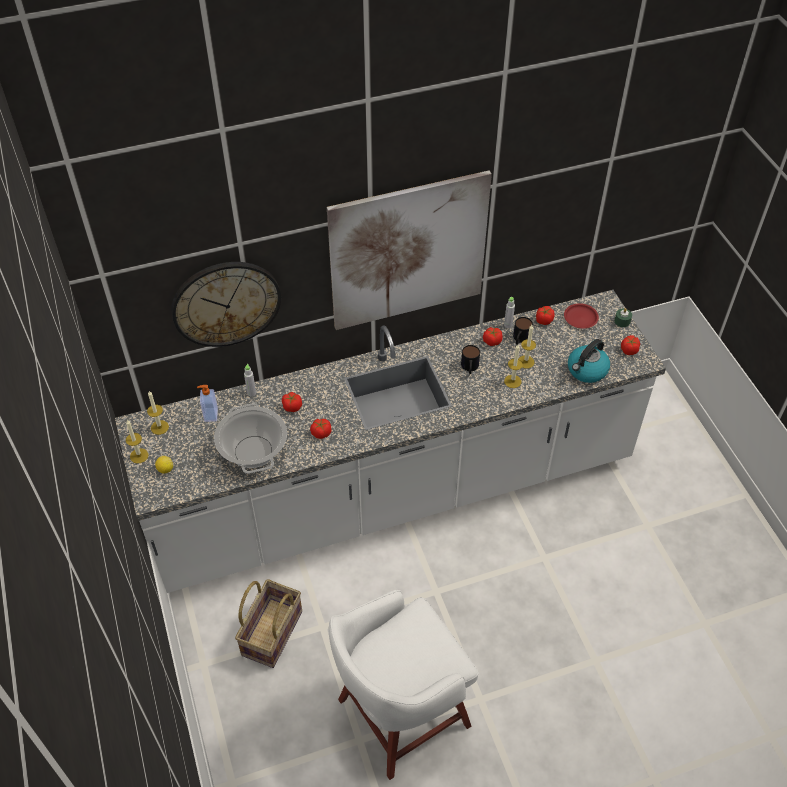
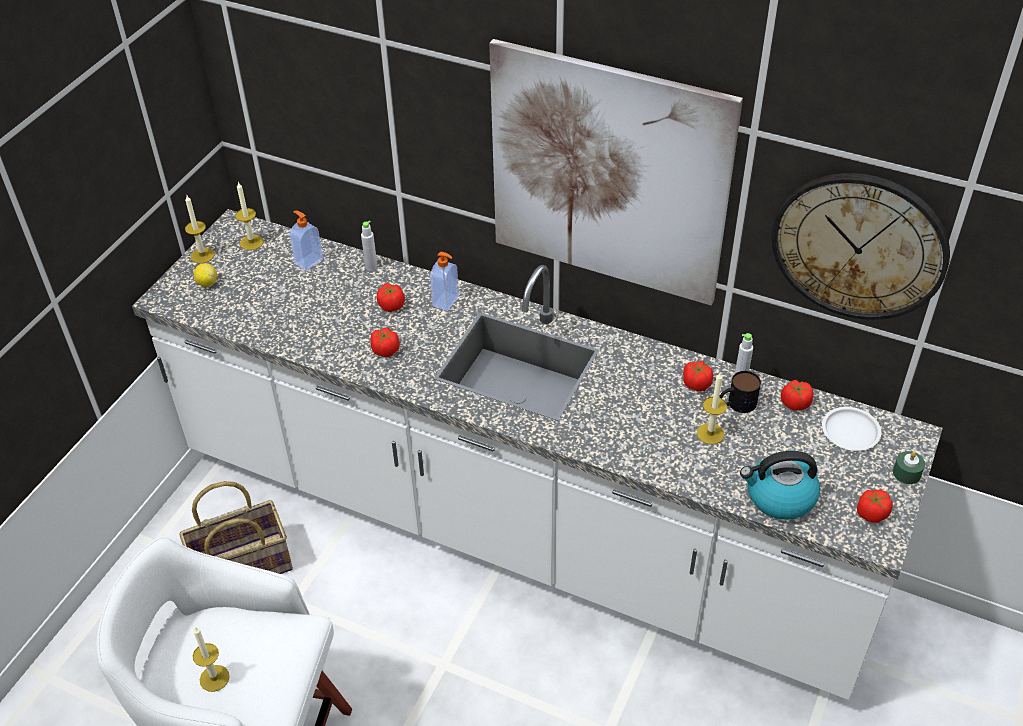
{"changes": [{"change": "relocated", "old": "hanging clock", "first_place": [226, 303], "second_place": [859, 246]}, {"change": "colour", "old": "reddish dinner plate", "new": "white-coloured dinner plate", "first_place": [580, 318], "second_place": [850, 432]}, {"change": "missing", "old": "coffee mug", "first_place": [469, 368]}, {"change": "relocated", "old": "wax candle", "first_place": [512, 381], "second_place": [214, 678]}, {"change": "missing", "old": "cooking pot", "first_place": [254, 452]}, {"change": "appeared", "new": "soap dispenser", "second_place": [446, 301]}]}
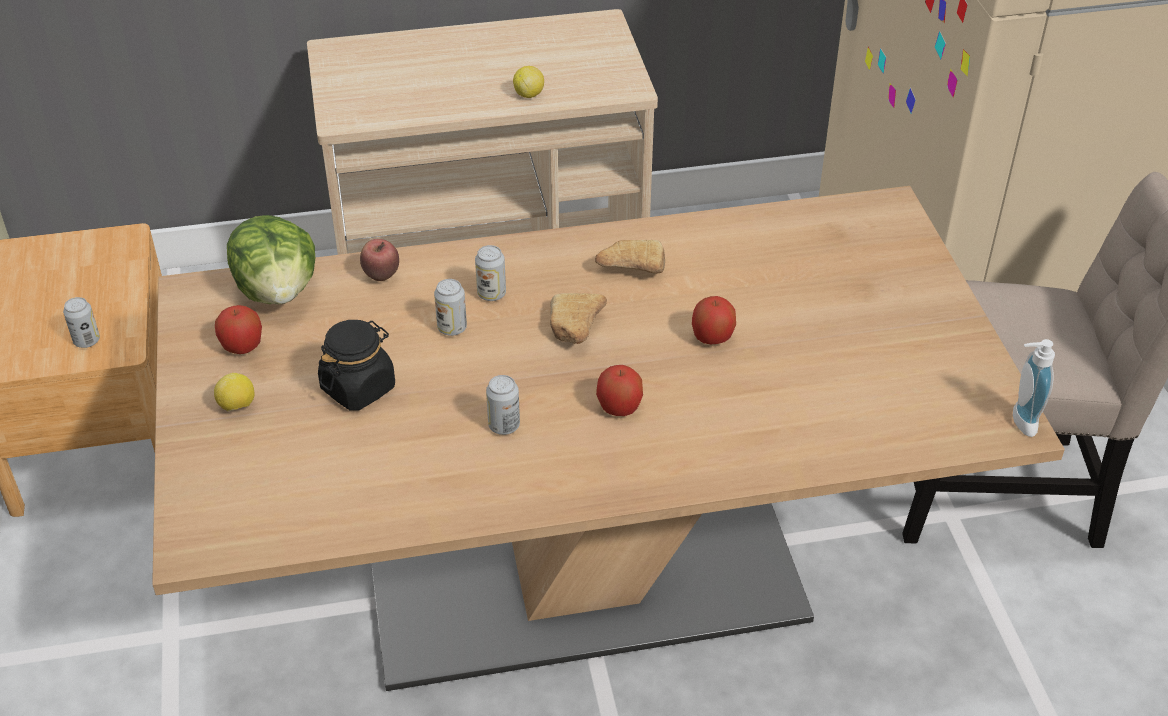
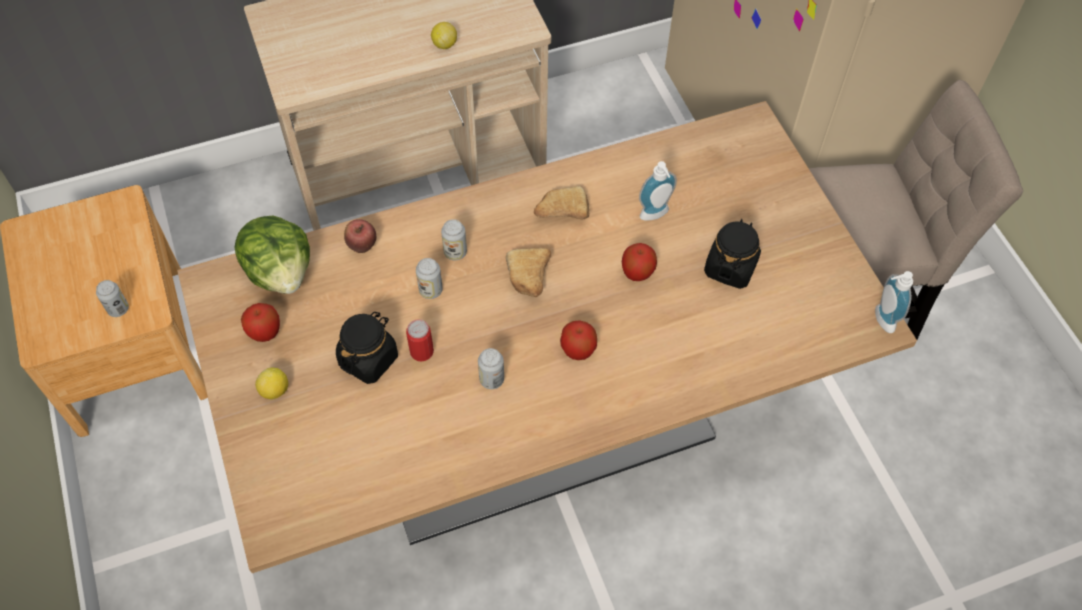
{"changes": [{"change": "appeared", "new": "soap dispenser", "second_place": [655, 216]}, {"change": "appeared", "new": "black-coloured storage jar", "second_place": [730, 267]}, {"change": "appeared", "new": "metal can", "second_place": [421, 351]}]}
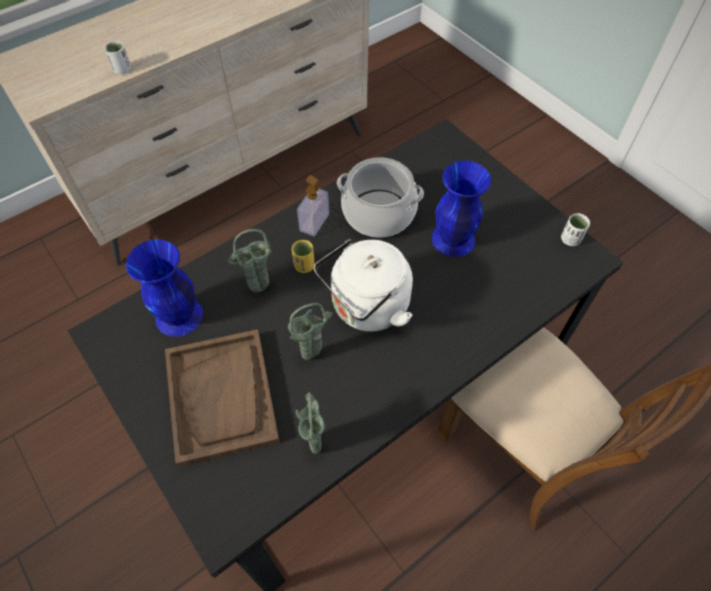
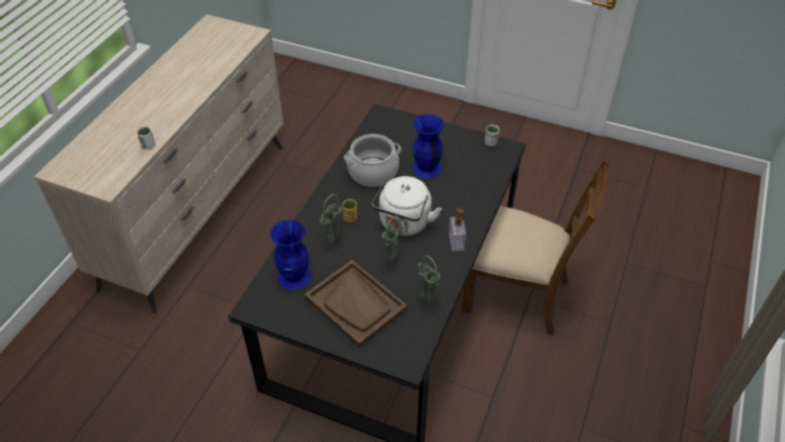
{"changes": [{"change": "relocated", "old": "soap dispenser", "first_place": [314, 223], "second_place": [456, 242]}]}
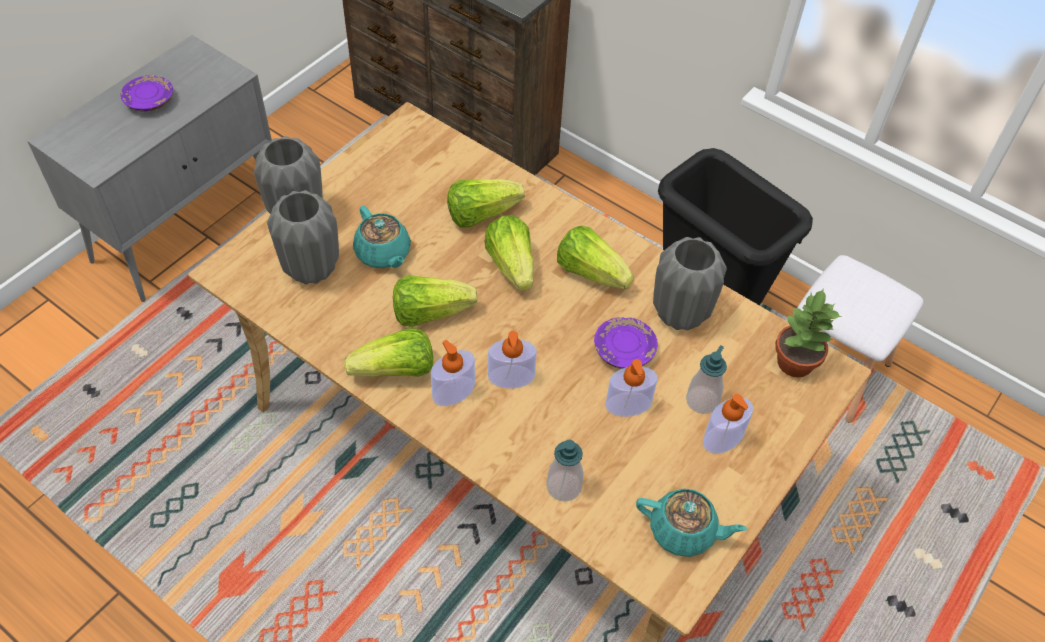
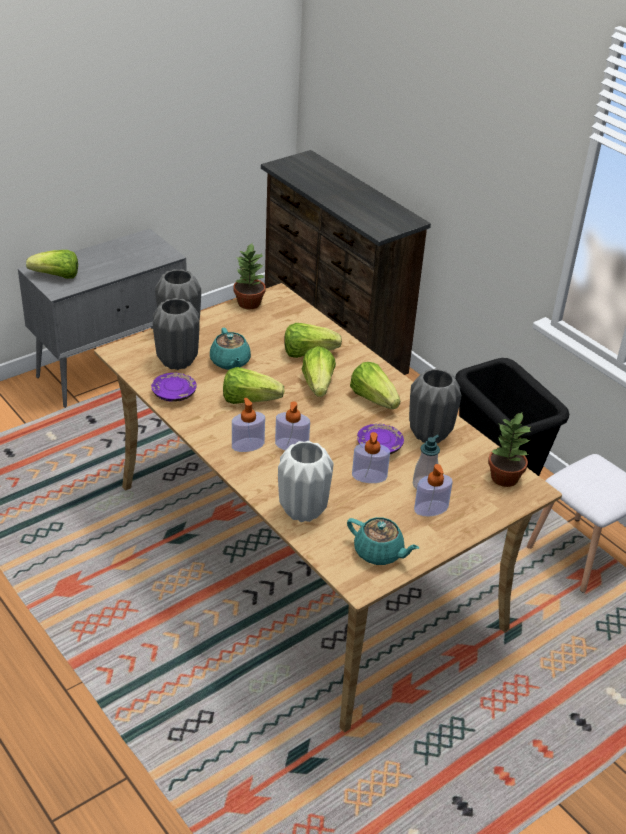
{"changes": [{"change": "relocated", "old": "purplish dinner plate", "first_place": [149, 101], "second_place": [174, 393]}, {"change": "relocated", "old": "lettuce head", "first_place": [396, 371], "second_place": [56, 276]}, {"change": "exchanged", "old": "soap dispenser", "new": "white-coloured flower vase", "first_place": [564, 486], "second_place": [303, 511]}, {"change": "appeared", "new": "potted plant", "second_place": [248, 303]}]}
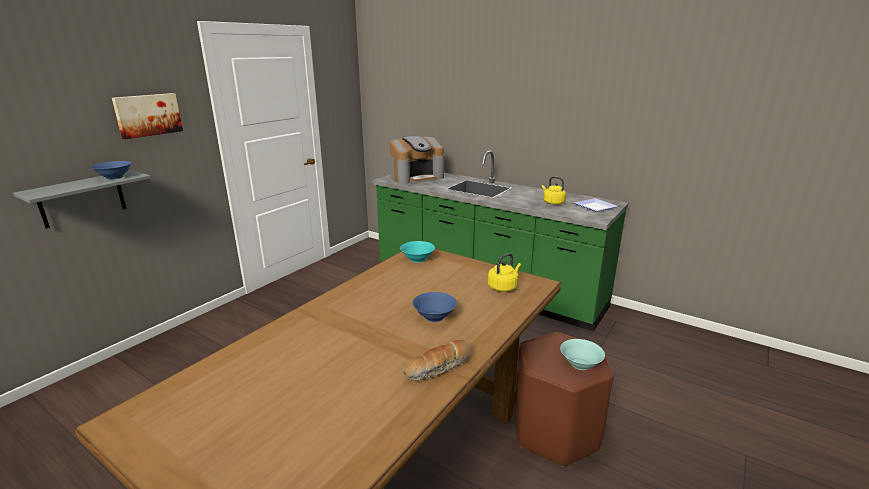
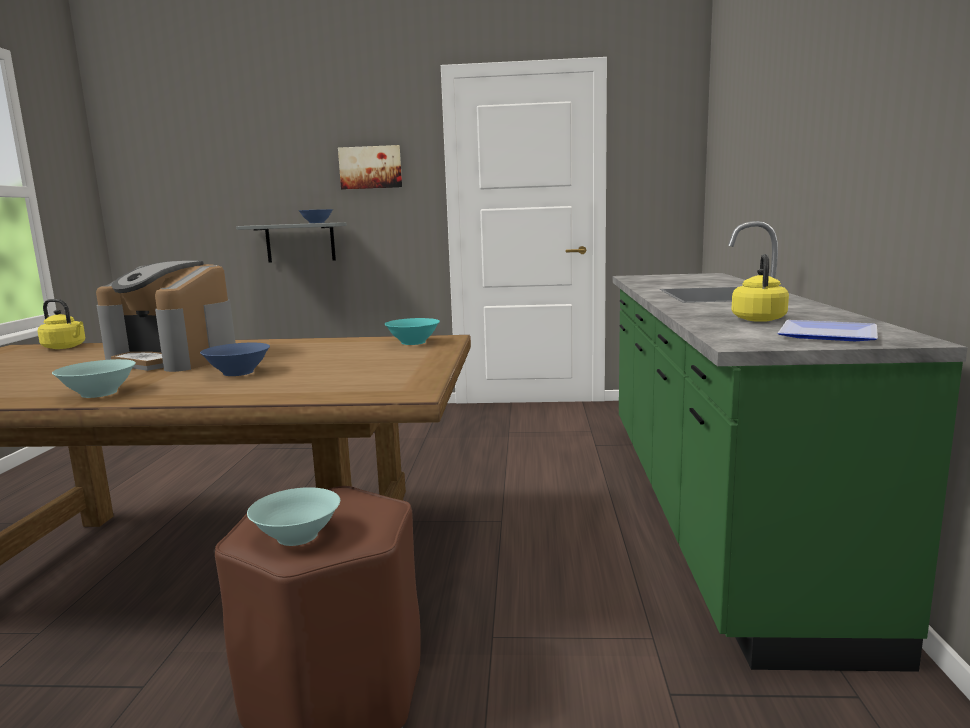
{"changes": [{"change": "relocated", "old": "coffee brewer", "first_place": [416, 177], "second_place": [175, 358]}, {"change": "relocated", "old": "yellowish kettle", "first_place": [503, 287], "second_place": [66, 347]}, {"change": "exchanged", "old": "bakery bread", "new": "blue-green bowl", "first_place": [438, 368], "second_place": [98, 393]}]}
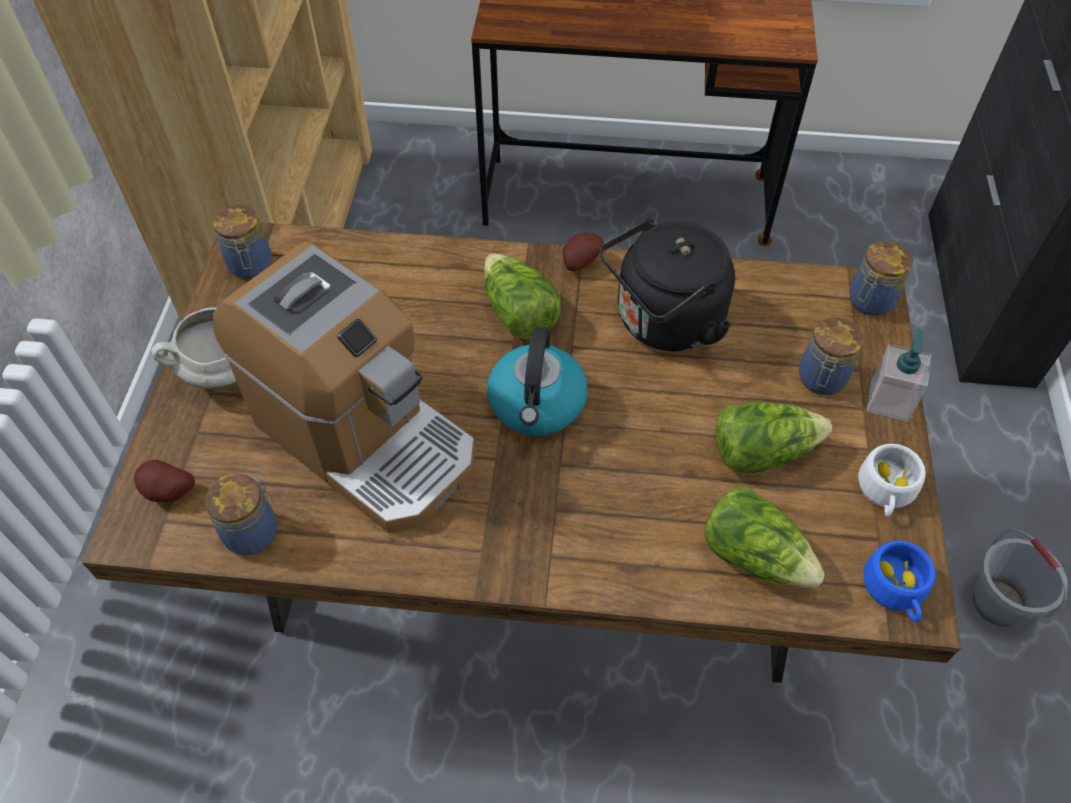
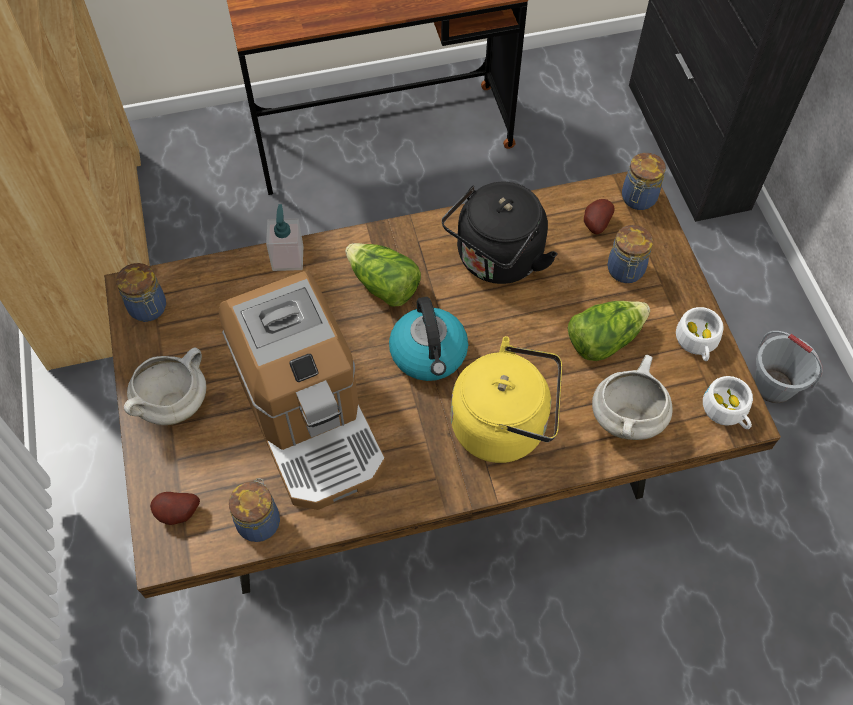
{"changes": [{"change": "relocated", "old": "spud", "first_place": [579, 262], "second_place": [595, 224]}, {"change": "spun", "old": "coffee brewer", "first_place": [366, 438], "second_place": [311, 422], "degrees": 45}, {"change": "relocated", "old": "soap dispenser", "first_place": [889, 401], "second_place": [288, 258]}, {"change": "exchanged", "old": "lettuce head", "new": "white-coloured cooking pot", "first_place": [754, 554], "second_place": [626, 417]}, {"change": "colour", "old": "bluish drinking cup", "new": "white-coloured drinking cup", "first_place": [895, 591], "second_place": [727, 412]}, {"change": "appeared", "new": "yellowish kettle", "second_place": [505, 425]}]}
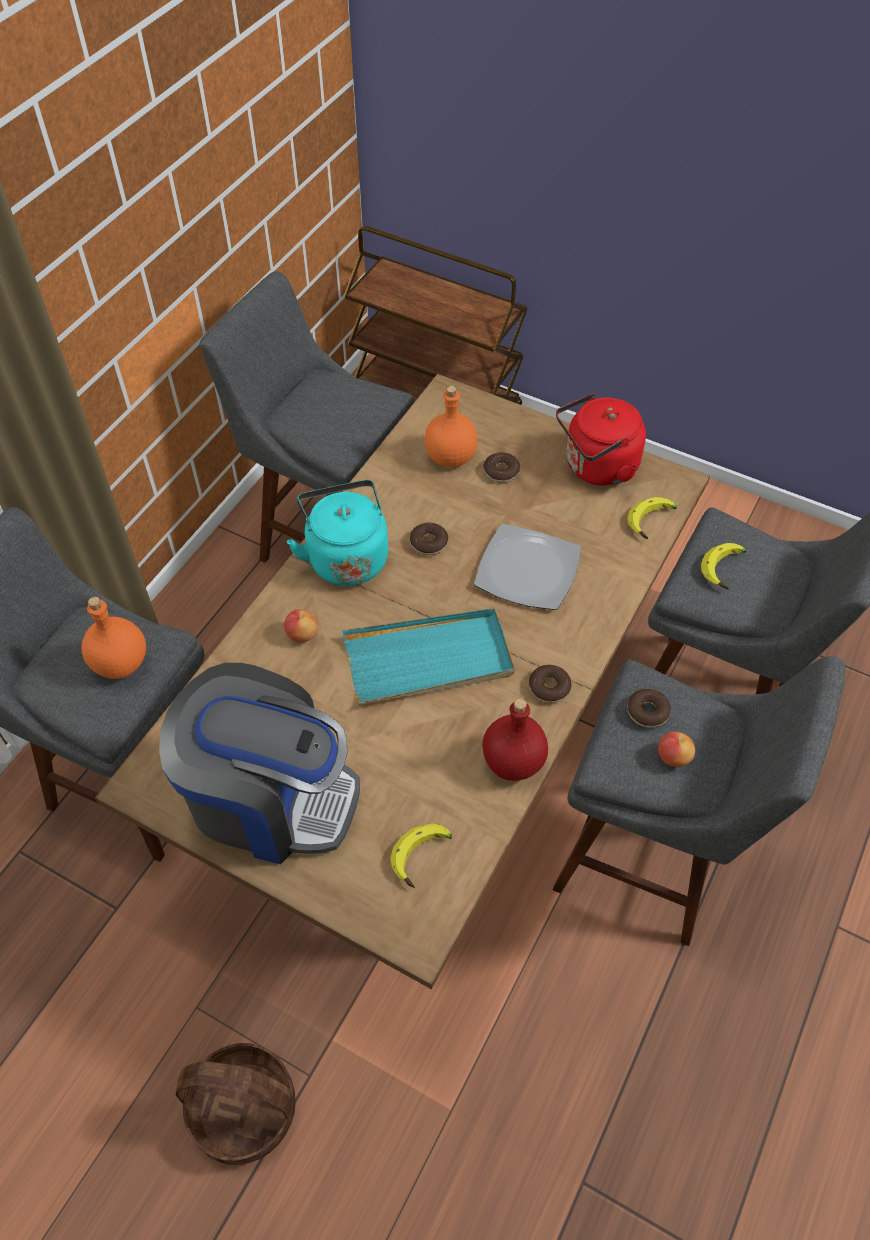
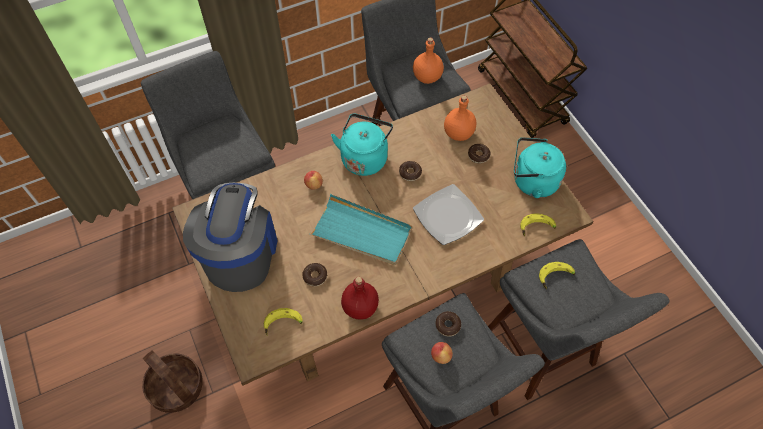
{"changes": [{"change": "colour", "old": "reddish kettle", "new": "blue-green kettle", "first_place": [596, 467], "second_place": [532, 181]}, {"change": "relocated", "old": "orangey bottle", "first_place": [120, 662], "second_place": [427, 77]}, {"change": "spun", "old": "coffee brewer", "first_place": [270, 798], "second_place": [240, 253], "degrees": -135}, {"change": "relocated", "old": "donut", "first_place": [549, 687], "second_place": [315, 276]}]}
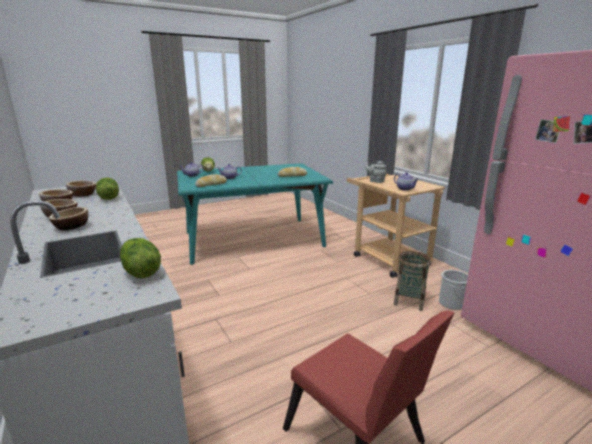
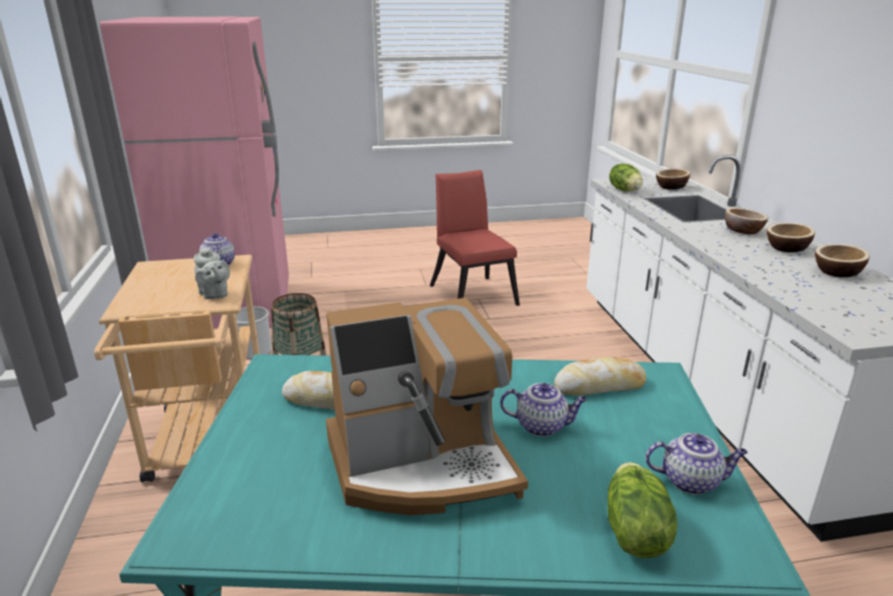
{"changes": [{"change": "missing", "old": "lettuce head", "first_place": [108, 198]}, {"change": "relocated", "old": "bowl", "first_place": [83, 195], "second_place": [671, 187]}, {"change": "appeared", "new": "coffee brewer", "second_place": [422, 464]}]}
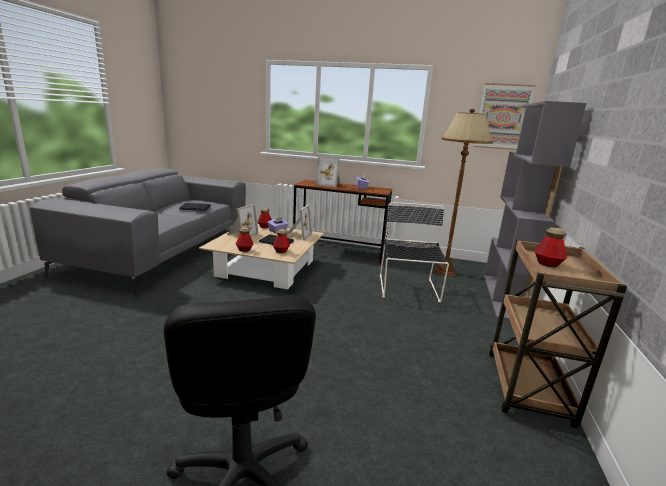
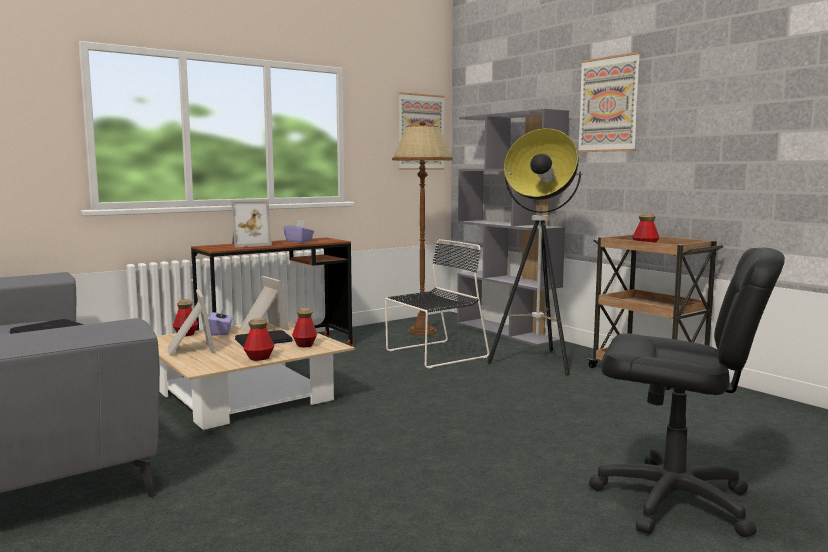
{"changes": [{"change": "spun", "old": "black-coloured plain chair", "first_place": [408, 289], "second_place": [434, 354], "degrees": 105}, {"change": "appeared", "new": "wall art", "second_place": [608, 104]}, {"change": "appeared", "new": "floor lamp", "second_place": [537, 362]}]}
